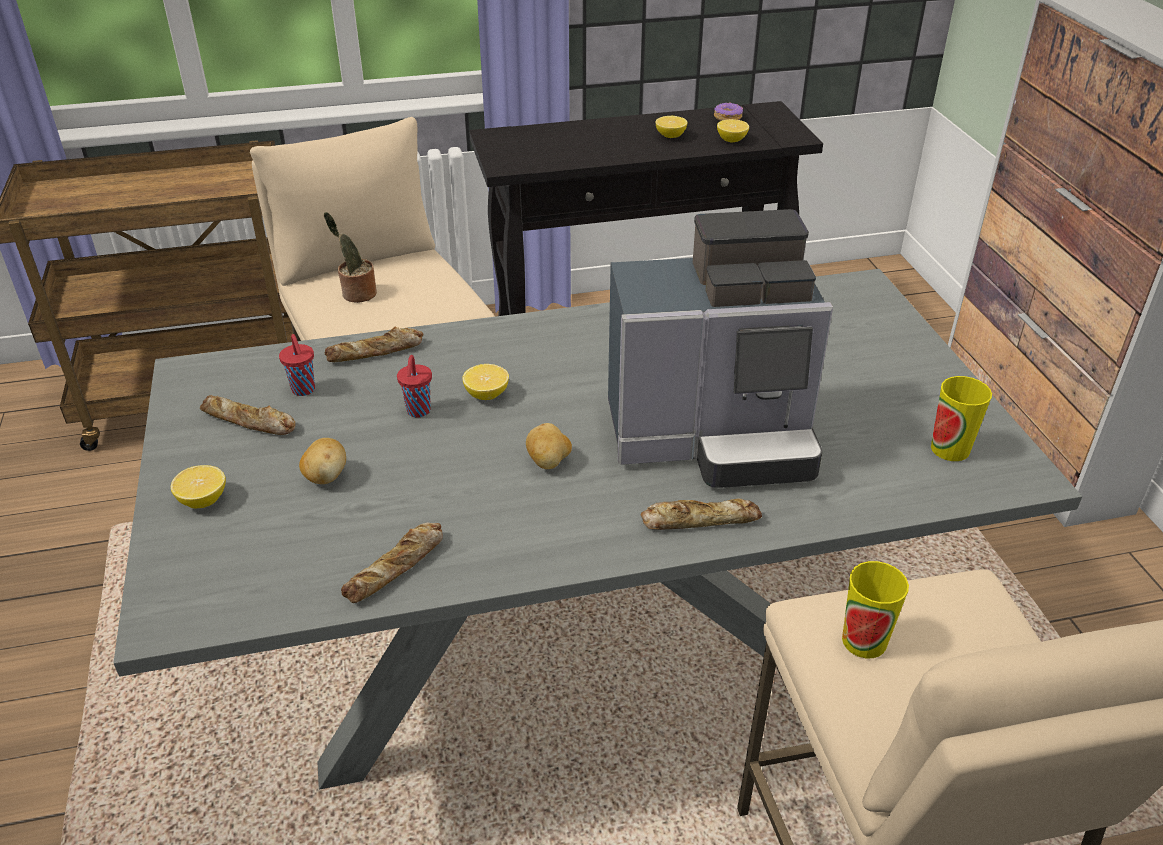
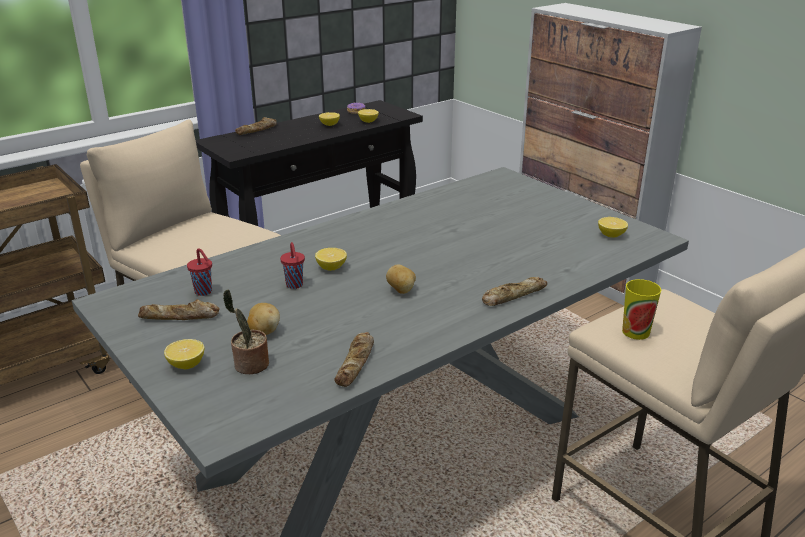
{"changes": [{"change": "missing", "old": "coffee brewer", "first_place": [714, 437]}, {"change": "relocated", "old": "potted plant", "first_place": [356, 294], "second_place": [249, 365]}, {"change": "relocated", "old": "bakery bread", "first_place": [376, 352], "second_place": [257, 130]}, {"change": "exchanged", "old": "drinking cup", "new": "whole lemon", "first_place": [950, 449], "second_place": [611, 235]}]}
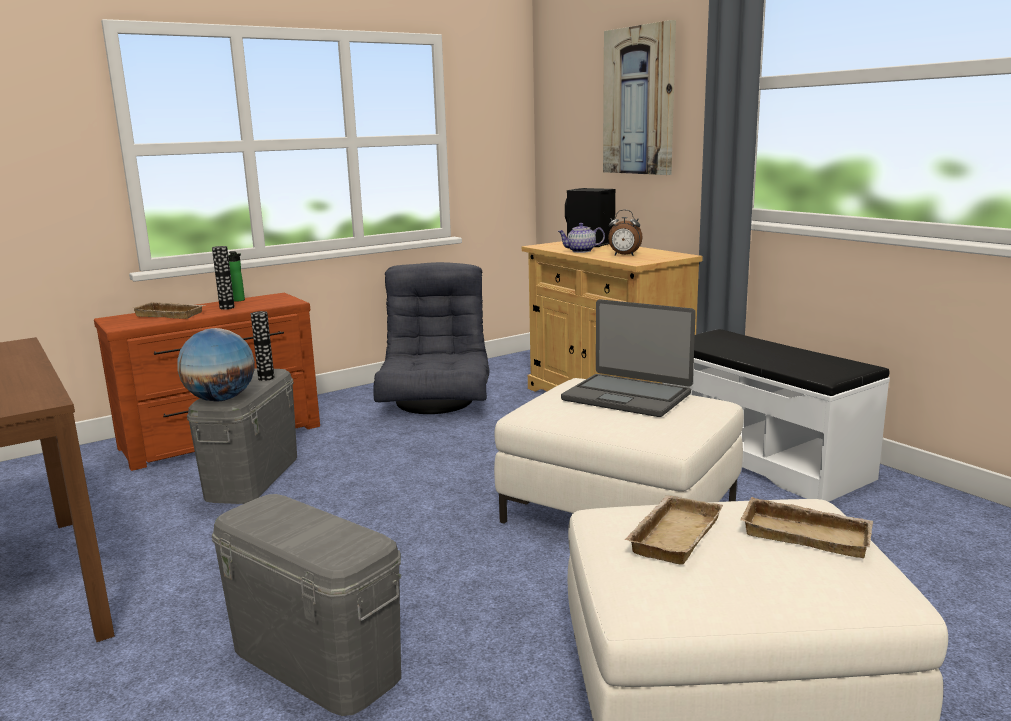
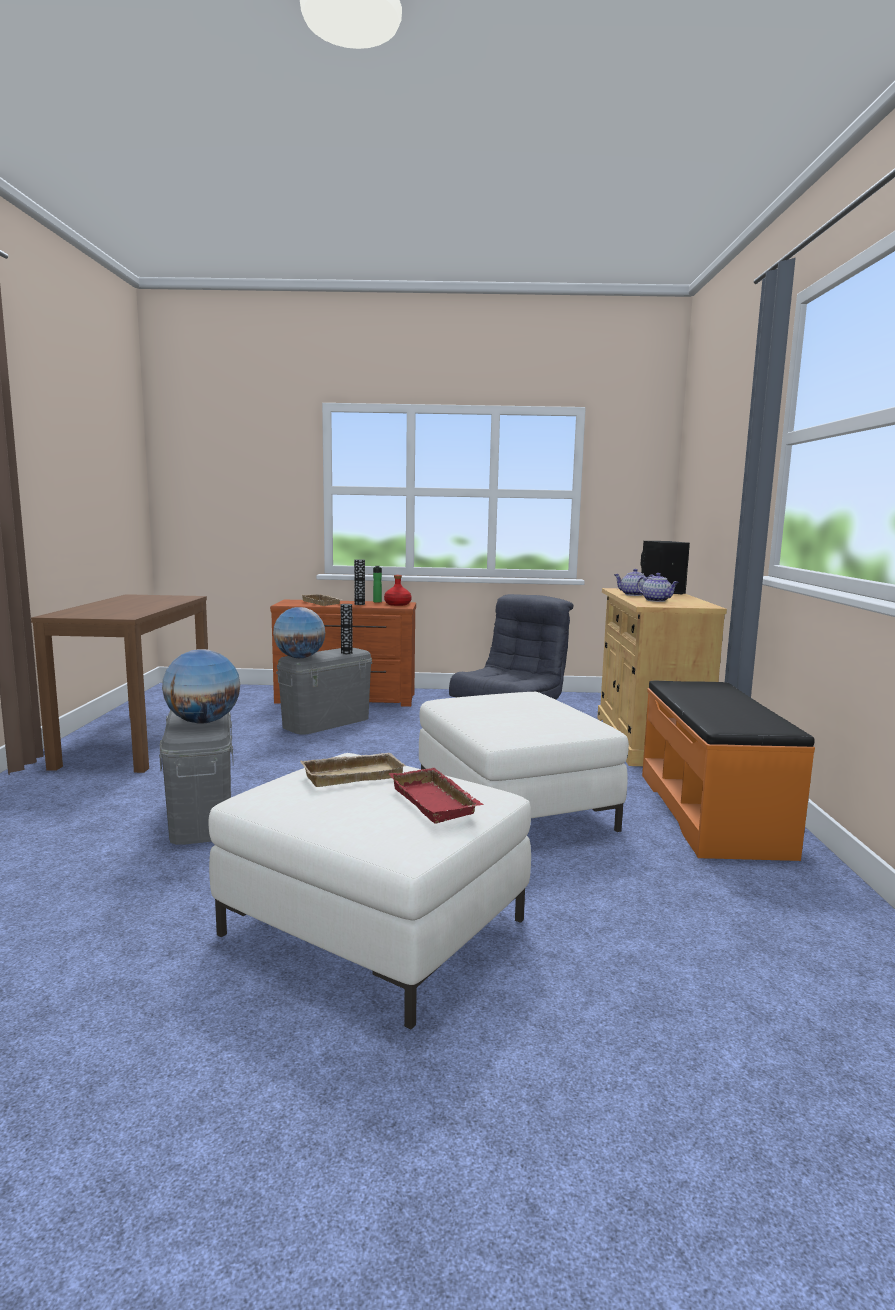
{"changes": [{"change": "missing", "old": "wall art", "first_place": [639, 101]}, {"change": "exchanged", "old": "alarm clock", "new": "teapot", "first_place": [624, 255], "second_place": [656, 600]}, {"change": "missing", "old": "portable computer", "first_place": [627, 396]}, {"change": "colour", "old": "white-coloured bench", "new": "orangey bench", "first_place": [763, 458], "second_place": [712, 812]}, {"change": "colour", "old": "beige-coloured carrying tray", "new": "reddish carrying tray", "first_place": [807, 534], "second_place": [437, 802]}, {"change": "appeared", "new": "reddish bottle", "second_place": [397, 604]}, {"change": "appeared", "new": "globe", "second_place": [203, 722]}]}
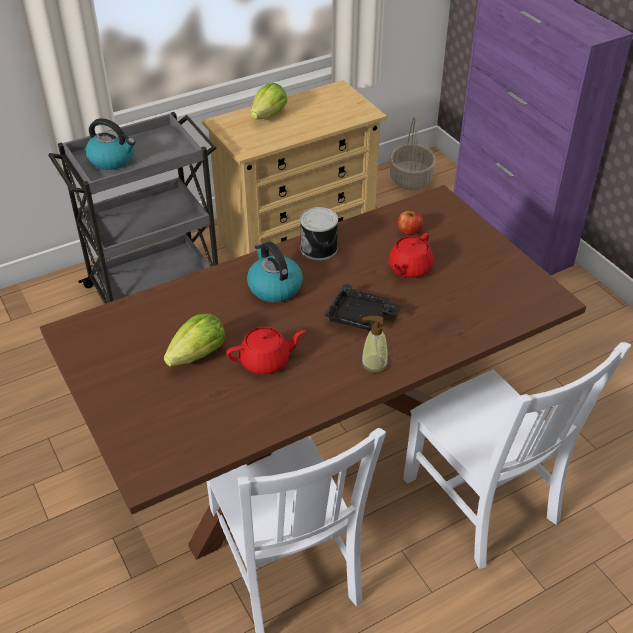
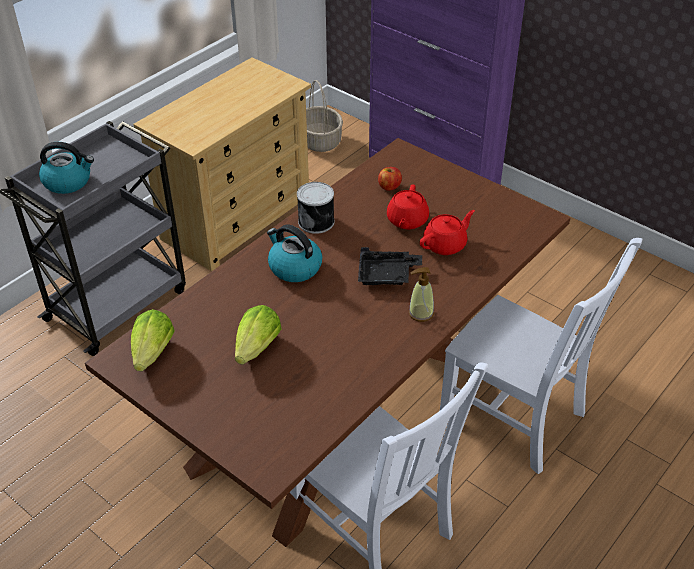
{"changes": [{"change": "relocated", "old": "lettuce head", "first_place": [269, 115], "second_place": [153, 353]}, {"change": "relocated", "old": "reddish teapot", "first_place": [266, 361], "second_place": [445, 245]}]}
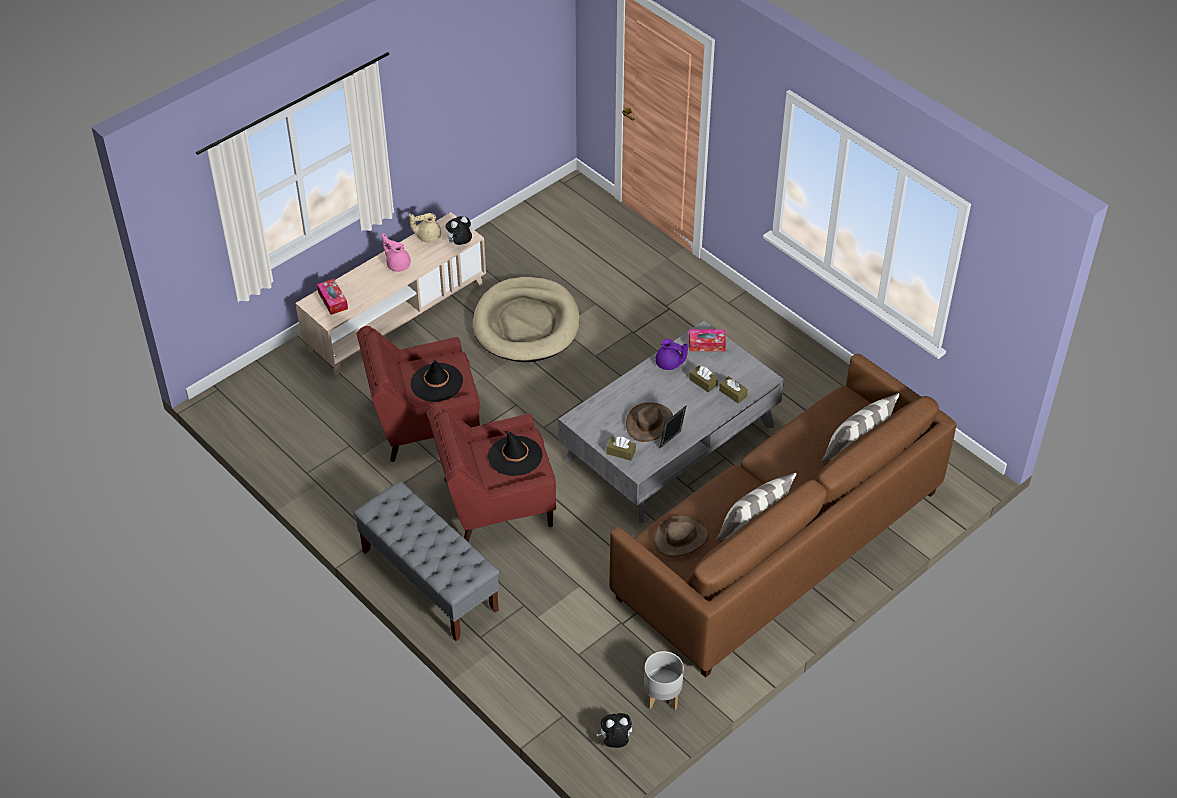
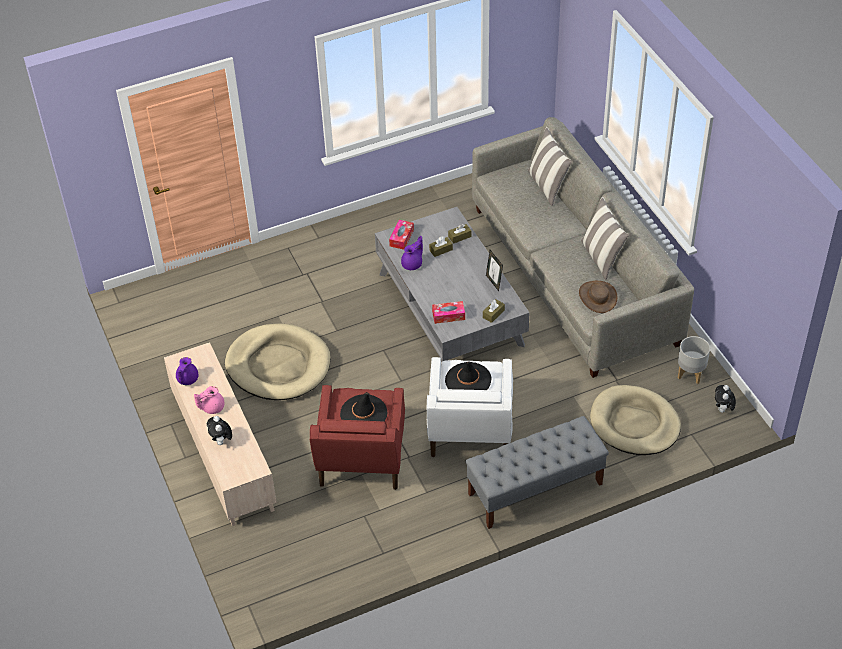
{"changes": [{"change": "colour", "old": "beige-coloured teapot", "new": "purplish teapot", "first_place": [427, 236], "second_place": [187, 379]}, {"change": "relocated", "old": "soft toy", "first_place": [460, 244], "second_place": [221, 441]}, {"change": "relocated", "old": "box of tissues", "first_place": [333, 300], "second_place": [448, 315]}, {"change": "colour", "old": "brown-coloured sofa", "new": "grey sofa", "first_place": [779, 545], "second_place": [574, 275]}, {"change": "missing", "old": "brown-coloured hat", "first_place": [649, 423]}, {"change": "colour", "old": "reddish lounge chair", "new": "white-coloured lounge chair", "first_place": [495, 503], "second_place": [470, 429]}, {"change": "appeared", "new": "beige-coloured dog bed", "second_place": [634, 423]}]}
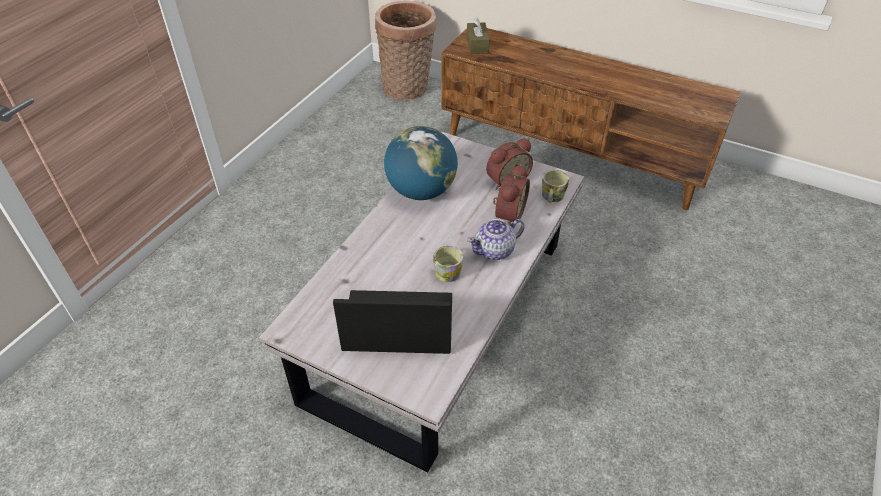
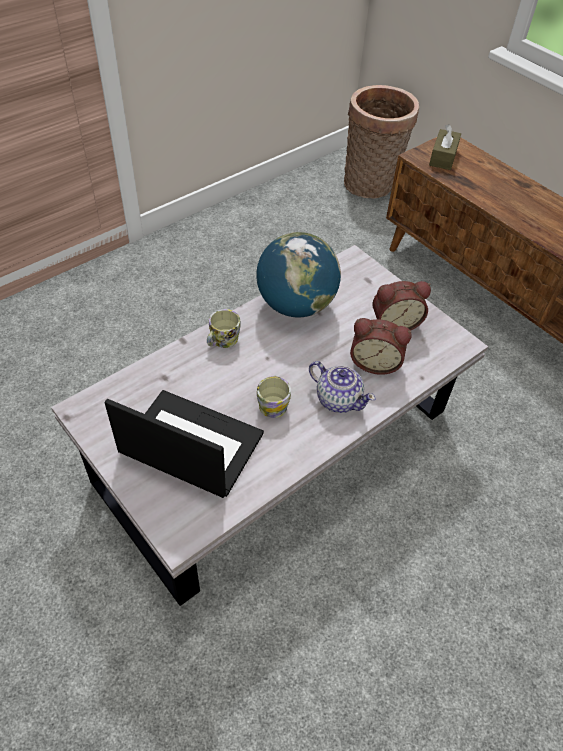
{"changes": [{"change": "spun", "old": "alarm clock", "first_place": [508, 214], "second_place": [375, 362], "degrees": 60}, {"change": "relocated", "old": "coffee mug", "first_place": [552, 197], "second_place": [222, 341]}, {"change": "spun", "old": "teapot", "first_place": [495, 250], "second_place": [338, 399], "degrees": -135}]}
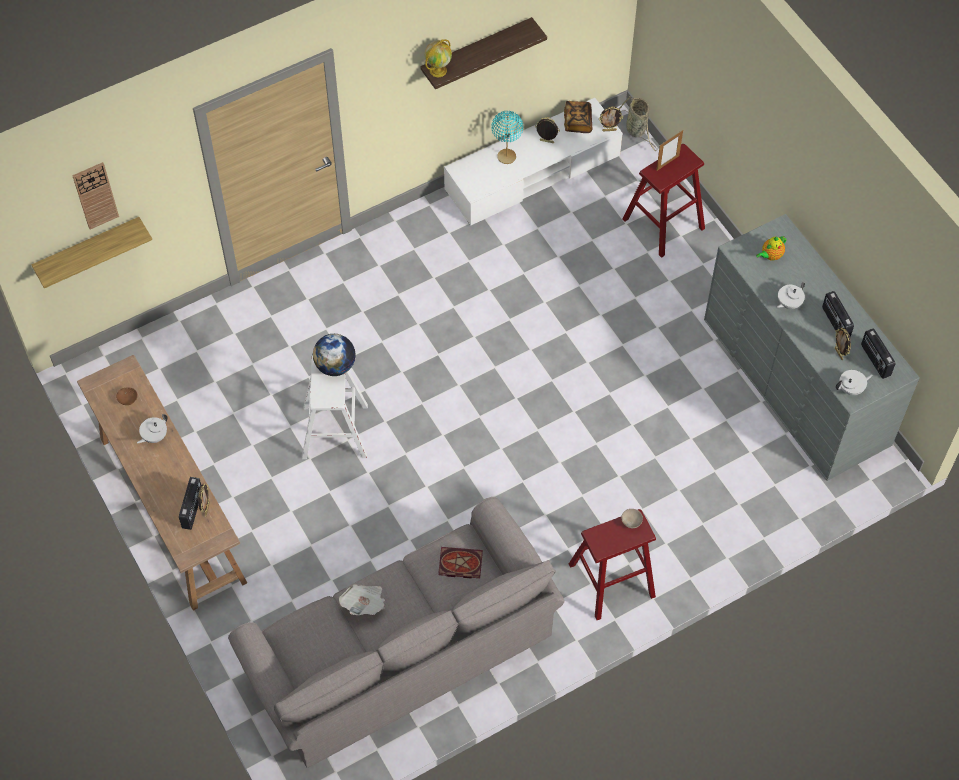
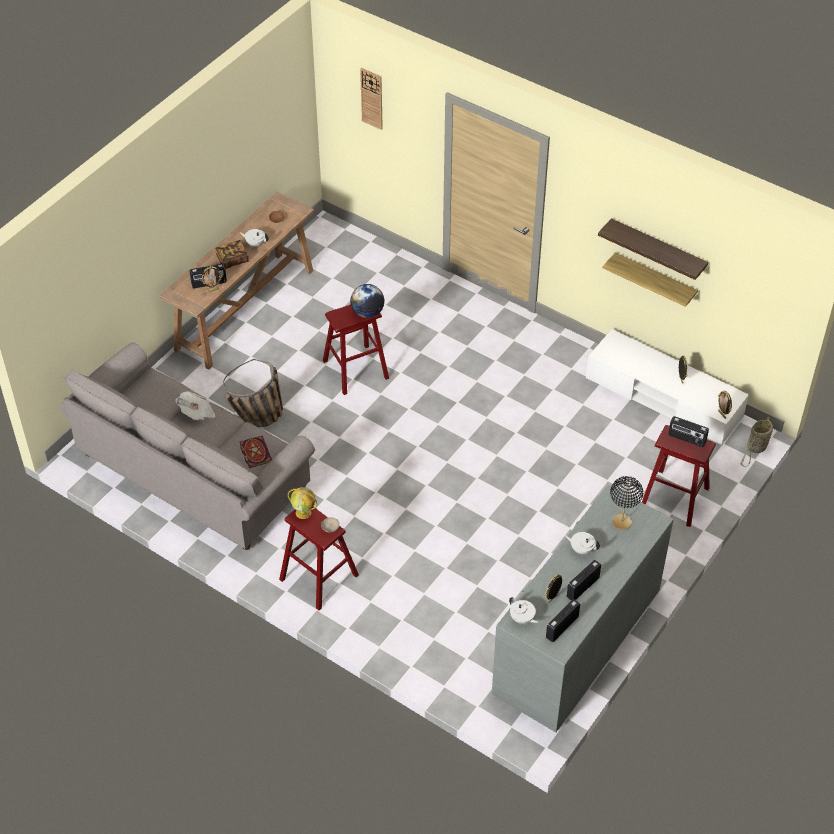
{"changes": [{"change": "relocated", "old": "globe", "first_place": [438, 70], "second_place": [304, 512]}, {"change": "relocated", "old": "bound book", "first_place": [577, 122], "second_place": [232, 260]}, {"change": "missing", "old": "blue-green tabletop lamp", "first_place": [506, 157]}, {"change": "exchanged", "old": "photo frame", "new": "radio receiver", "first_place": [667, 163], "second_place": [686, 439]}, {"change": "relocated", "old": "shelf", "first_place": [88, 250], "second_place": [654, 280]}, {"change": "exchanged", "old": "teapot", "new": "black-coloured tabletop lamp", "first_place": [770, 256], "second_place": [622, 522]}, {"change": "colour", "old": "white-coloured stool", "new": "reddish stool", "first_place": [335, 431], "second_place": [355, 369]}, {"change": "appeared", "new": "basket", "second_place": [258, 420]}]}
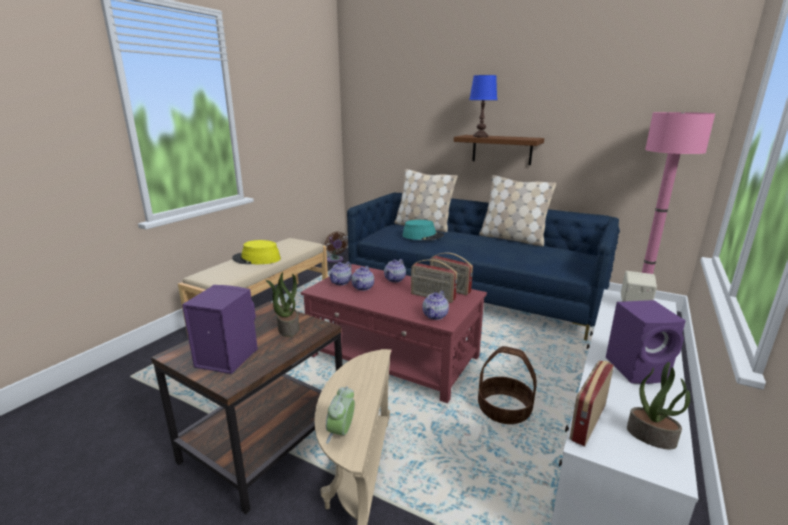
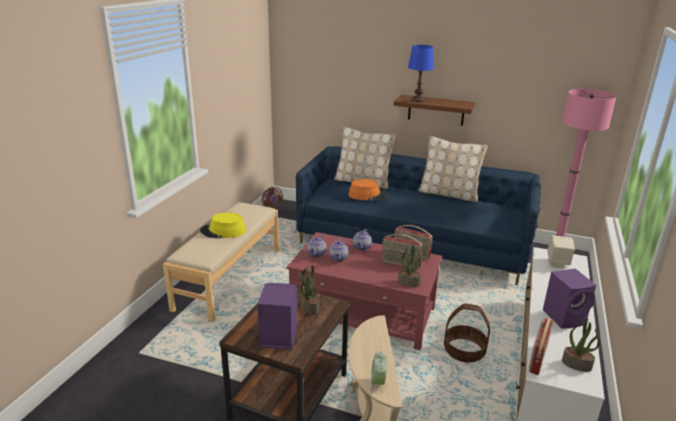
{"changes": [{"change": "colour", "old": "blue-green hat", "new": "orangey hat", "first_place": [423, 236], "second_place": [367, 195]}, {"change": "exchanged", "old": "teapot", "new": "potted plant", "first_place": [435, 316], "second_place": [409, 282]}]}
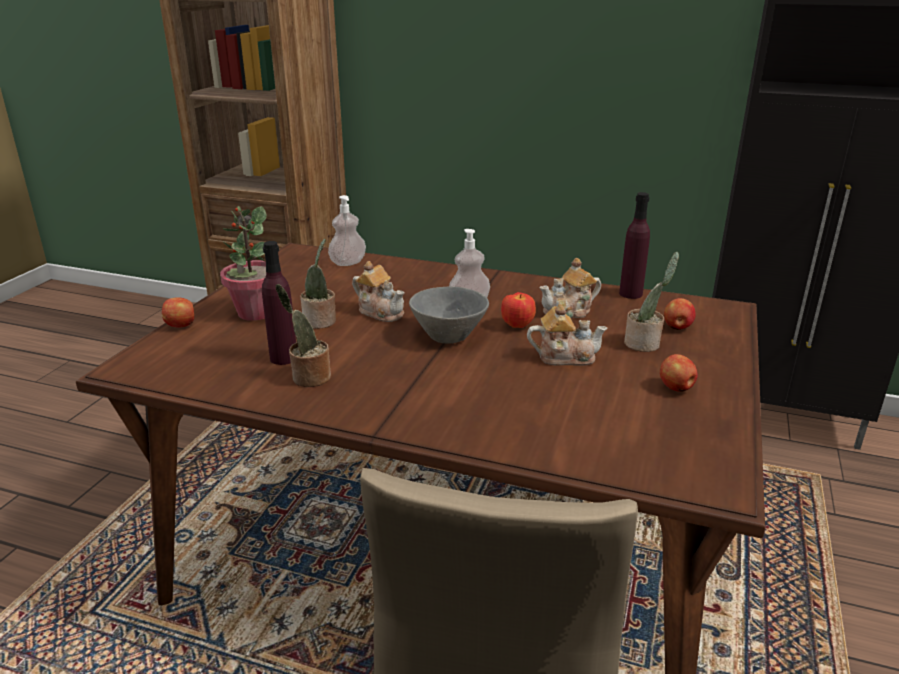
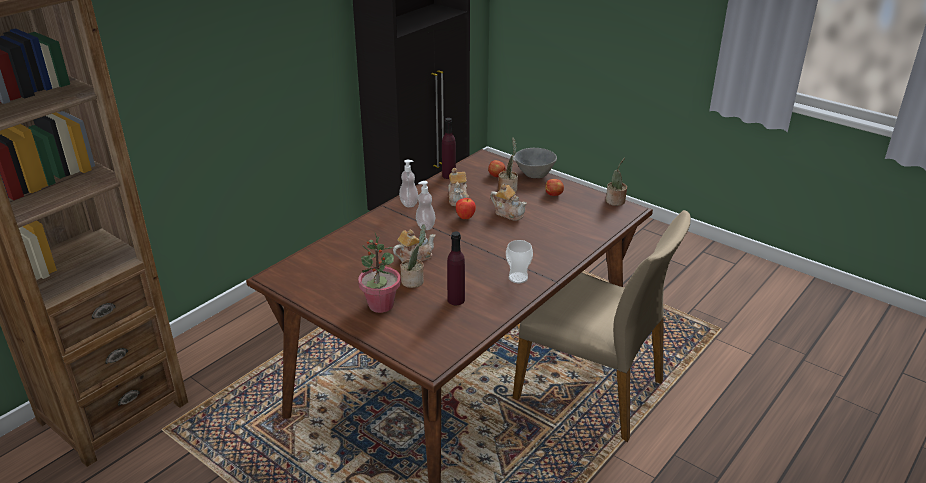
{"changes": [{"change": "relocated", "old": "soap dispenser", "first_place": [348, 263], "second_place": [409, 203]}, {"change": "relocated", "old": "potted plant", "first_place": [308, 378], "second_place": [615, 201]}, {"change": "relocated", "old": "grey bowl", "first_place": [451, 335], "second_place": [534, 173]}, {"change": "missing", "old": "apple fruit", "first_place": [181, 325]}, {"change": "spun", "old": "teapot", "first_place": [565, 357], "second_place": [508, 213], "degrees": 105}, {"change": "appeared", "new": "drinking cup", "second_place": [518, 278]}]}
